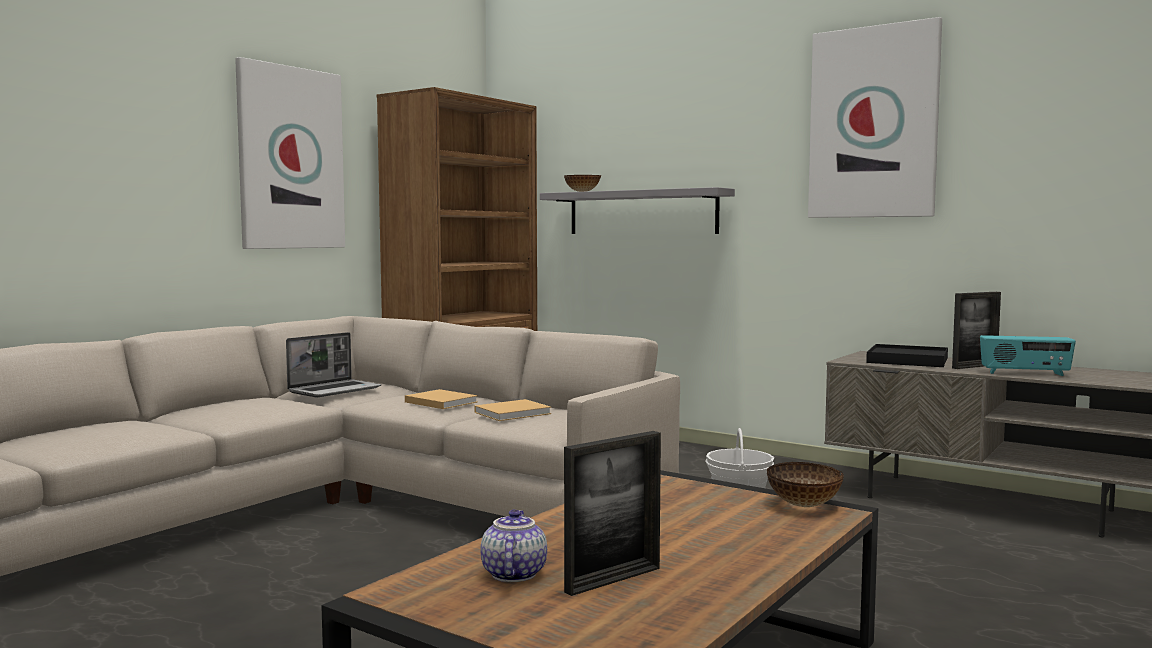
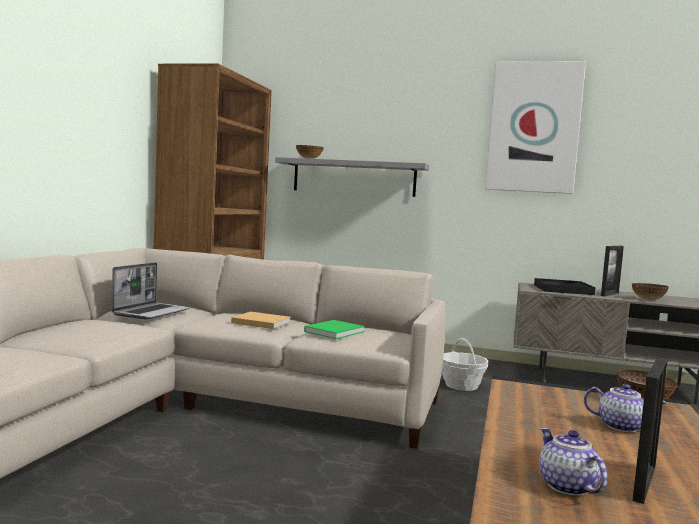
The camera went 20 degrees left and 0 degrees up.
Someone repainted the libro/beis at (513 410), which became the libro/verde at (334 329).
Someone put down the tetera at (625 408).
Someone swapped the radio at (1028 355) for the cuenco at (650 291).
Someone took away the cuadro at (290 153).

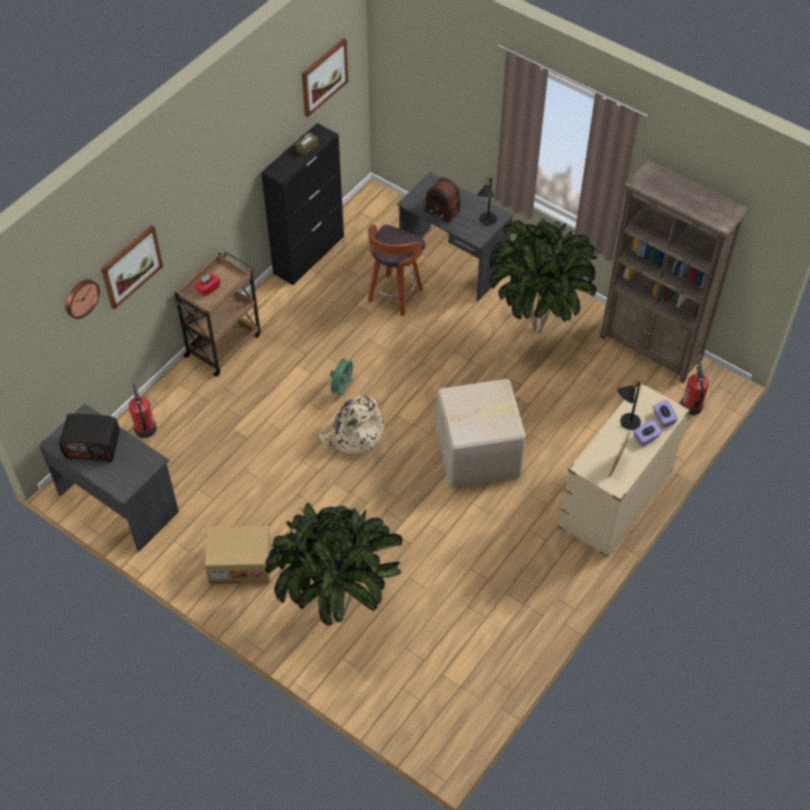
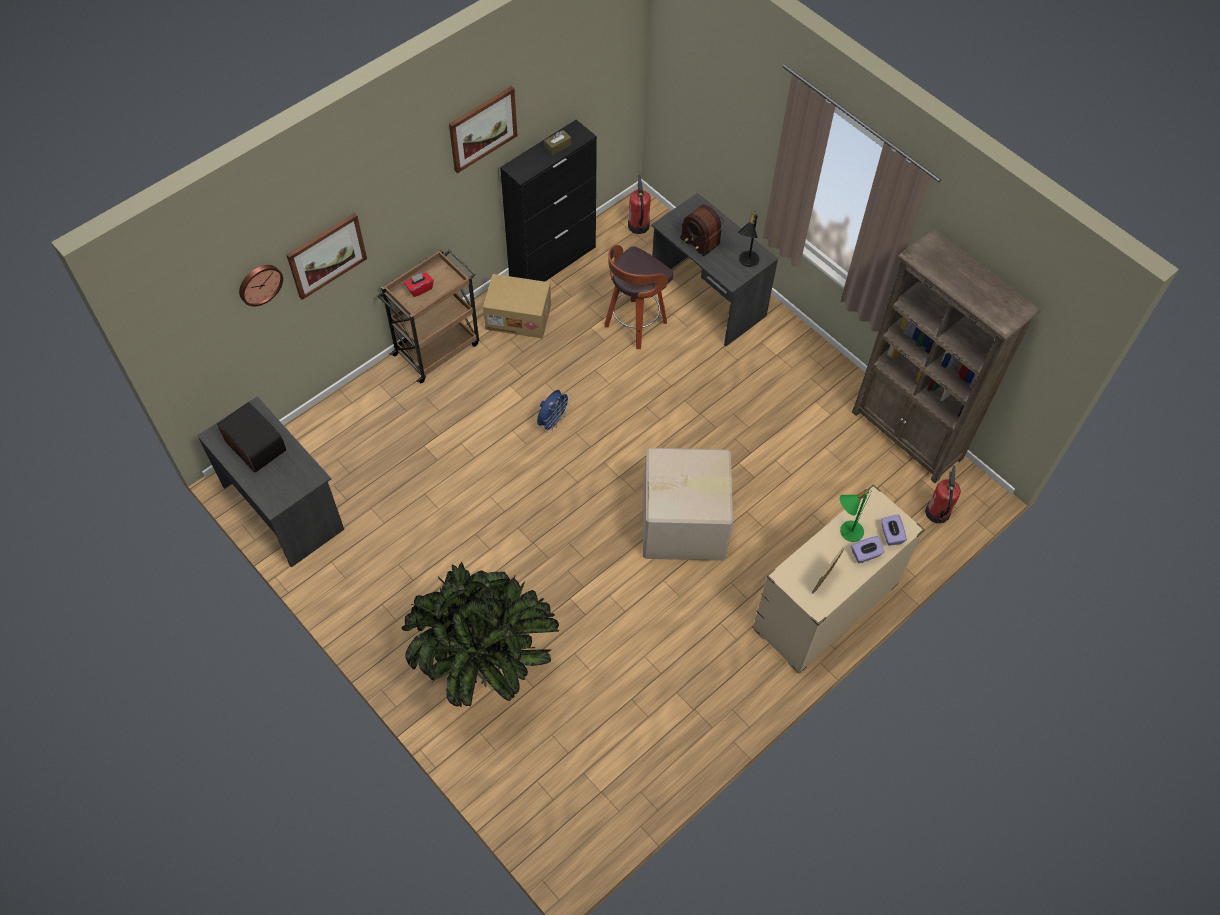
The camera went 10 degrees right and 5 degrees up.
Someone rotated the radio at (89 438) by 150 degrees counterclockwise.
Someone carried the cuadro from (325 77) to (483 129).
Someone carried the caja de cartón from (238 555) to (517 306).
Someone repainted the ventilador/verde at (343 378), which became the ventilador/azul at (554 411).
Someone carried the extintor from (143 410) to (639 204).
Someone repainted the lámpara de mesa/negro at (630 404), which became the lámpara de mesa/verde at (855 515).
Someone took away the mochila/beis at (351 426).
Someone took away the planta en maceta at (543 276).

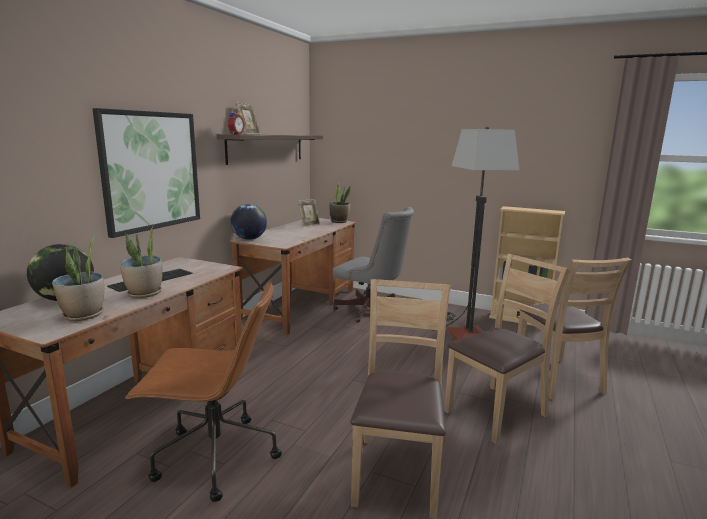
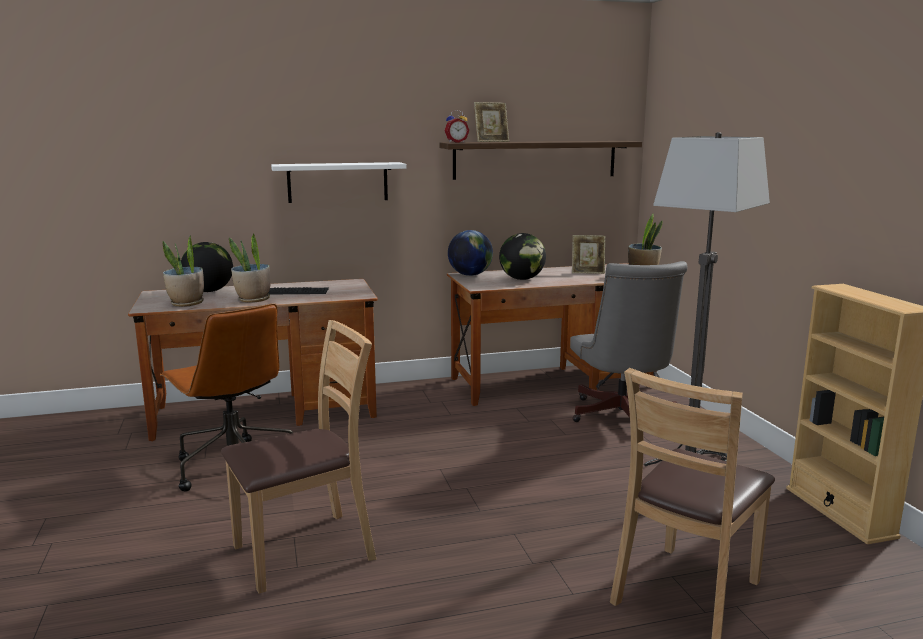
The camera went 50 degrees right and 0 degrees up.
Someone swapped the cuadro at (146 173) for the estante/blanco at (339 182).
Someone put down the globo terráqueo at (522 256).
Someone took away the silla/marrón at (507 349).

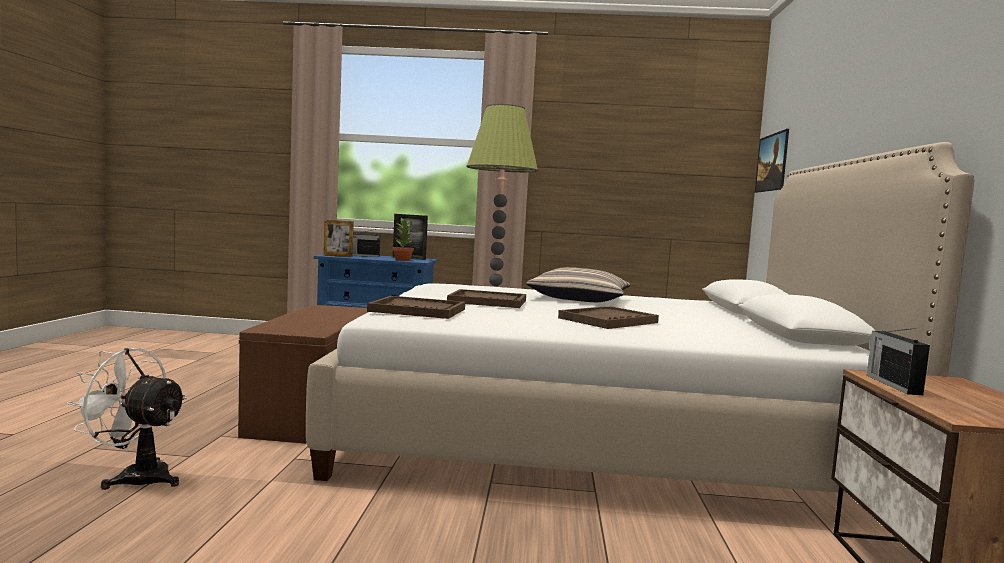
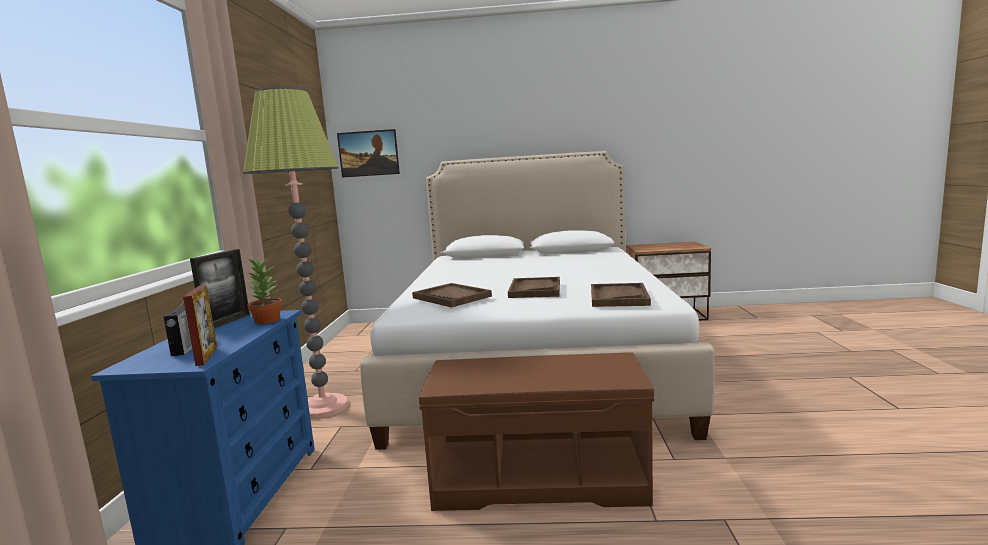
The camera went 90 degrees left and 5 degrees up.
Someone carried the bandeja/marrón from (608 317) to (452 295).
Someone took away the ventilador/blanco at (127 418).
Someone took away the cojín at (578 284).
Someone took away the radio at (898 361).

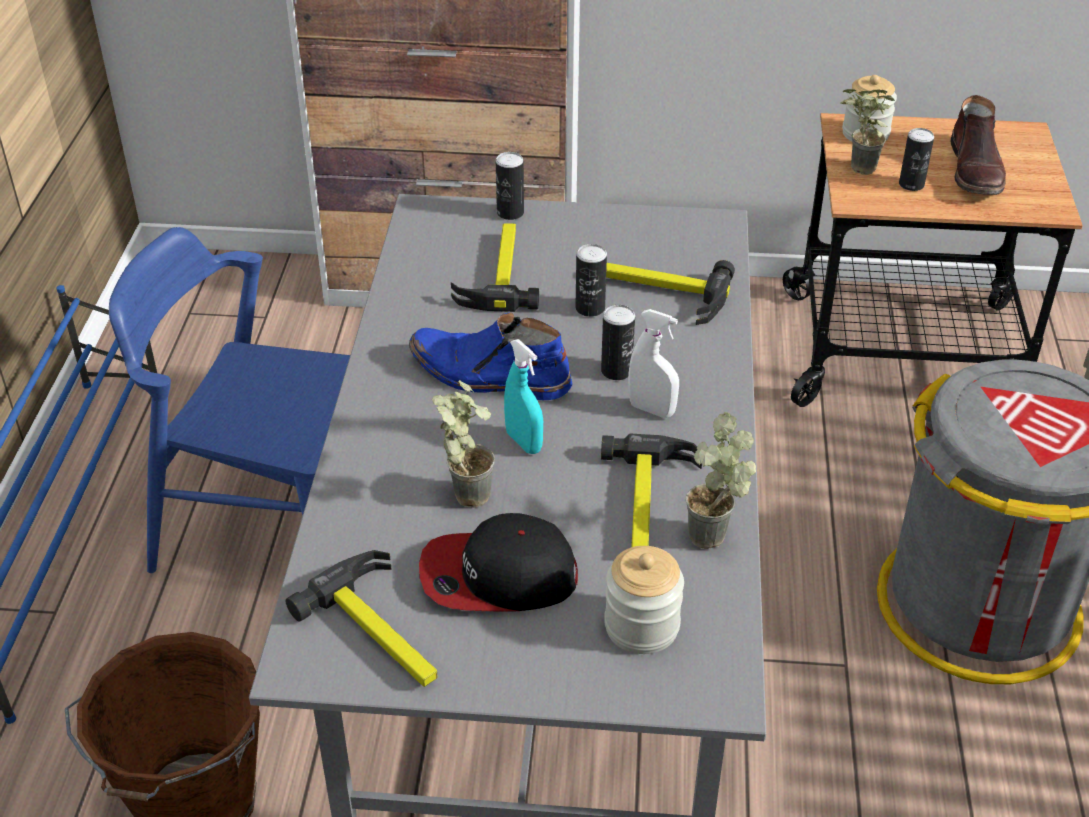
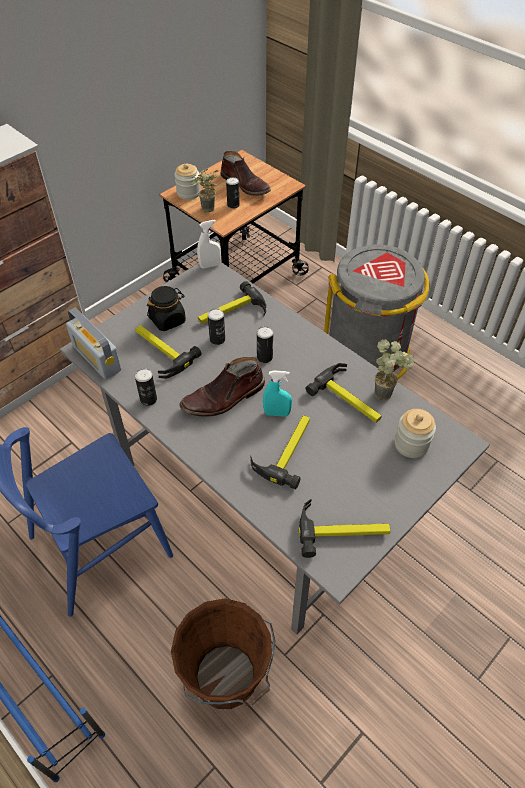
The camera went 50 degrees left and 10 degrees up.
Someone put down the radio at (93 343).
Someone carried the lata from (510 186) to (146 387).
Someone put down the tarro/negro at (166 308).
Someone repainted the bota/azul at (491 356), which became the bota/marrón at (222 387).
Someone carried the pulverizador/blanco from (653 363) to (209 244).
Someone swapped the planta en maceta at (463 444) for the martillo at (280 452).
Someone took away the gorra at (498 562).

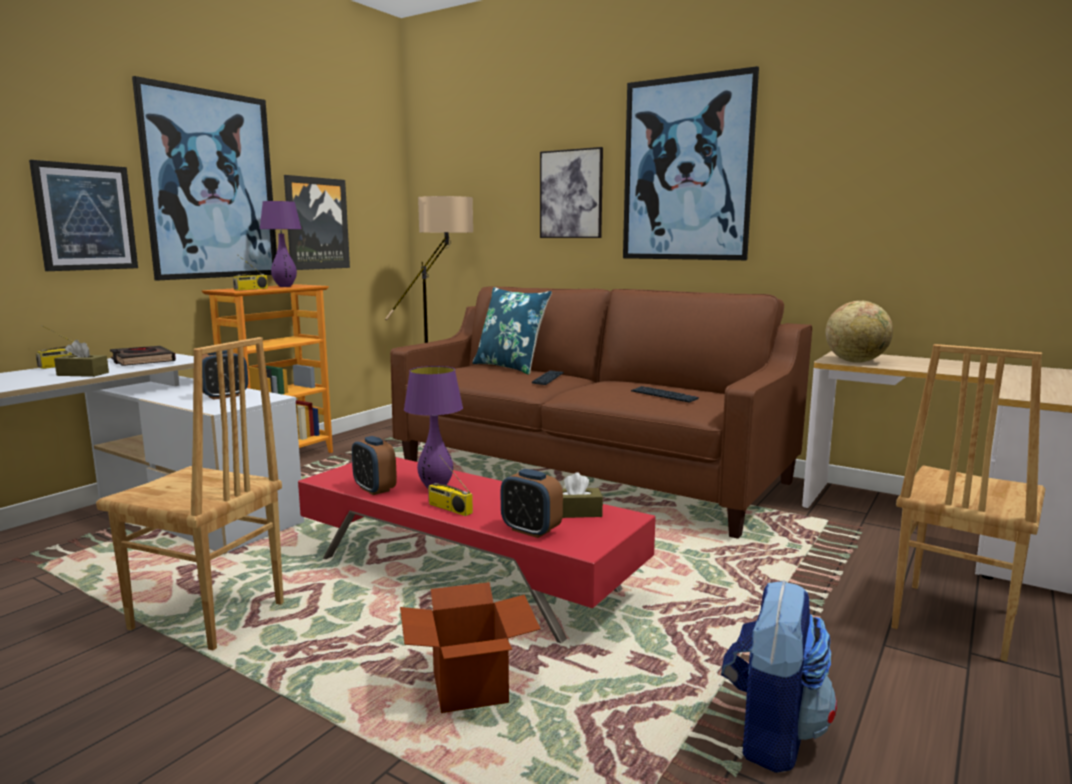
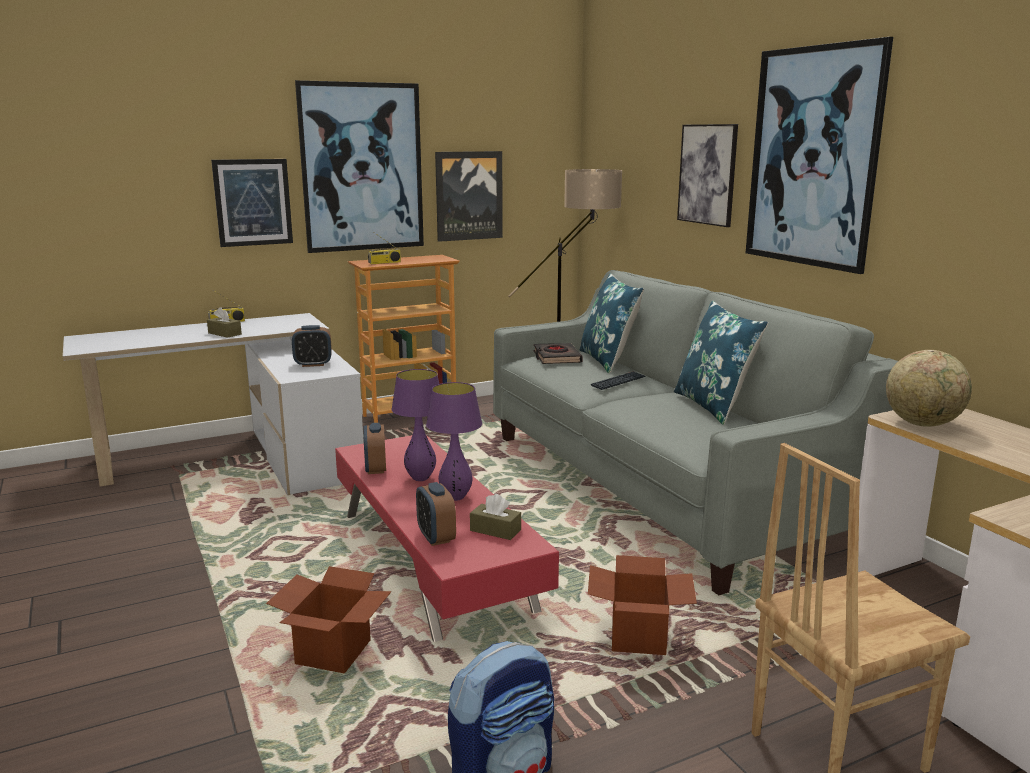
The camera went 30 degrees right and 5 degrees up.
Someone carried the lámpara de mesa/morado from (280 244) to (454 441).
Someone repainted the sofá/marrón at (601 412), which became the sofá/gris at (695 432).
Someone carried the libro/negro from (143 356) to (558 353).
Someone put down the caja de cartón at (642 605).
Someone put down the cojín/azul at (721 363).
Someone took away the silla/marrón at (190 494).
Someone took away the radio at (450 485).
Someone took away the teclado at (665 394).

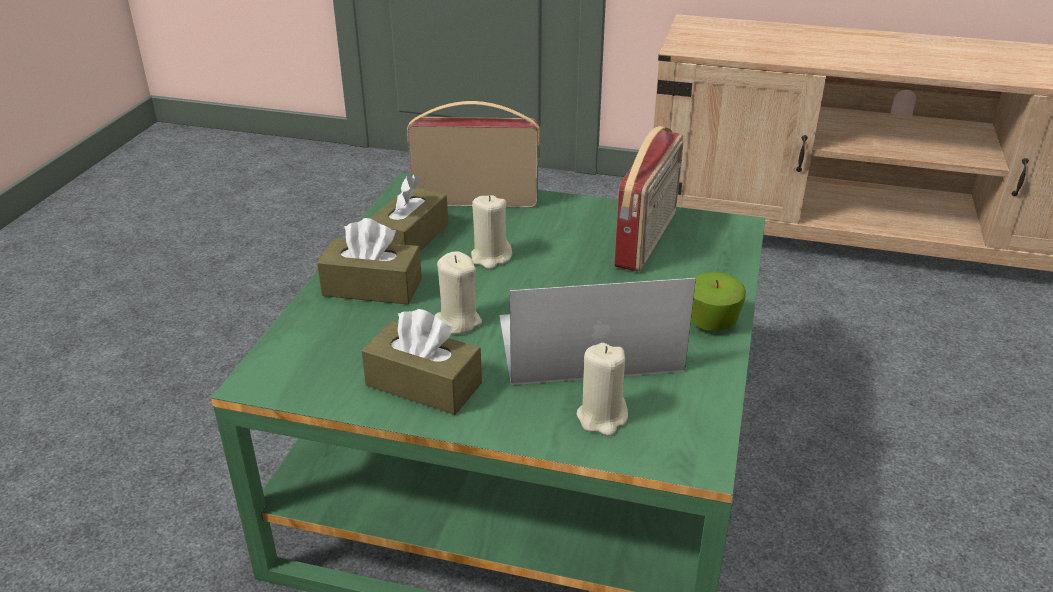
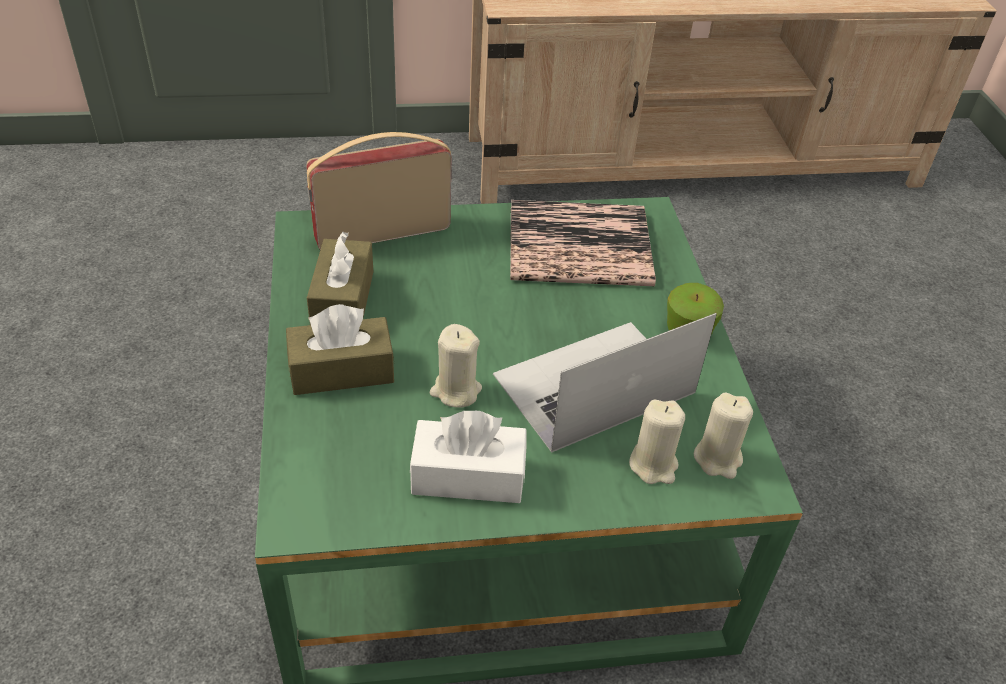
The camera went 25 degrees left and 10 degrees up.
Someone repainted the caja de pañuelos/marrón at (421 362), which became the caja de pañuelos/blanco at (468 457).
Someone swapped the radio at (649 198) for the libro at (583 243).
Someone carried the vela/beis from (491 232) to (723 436).

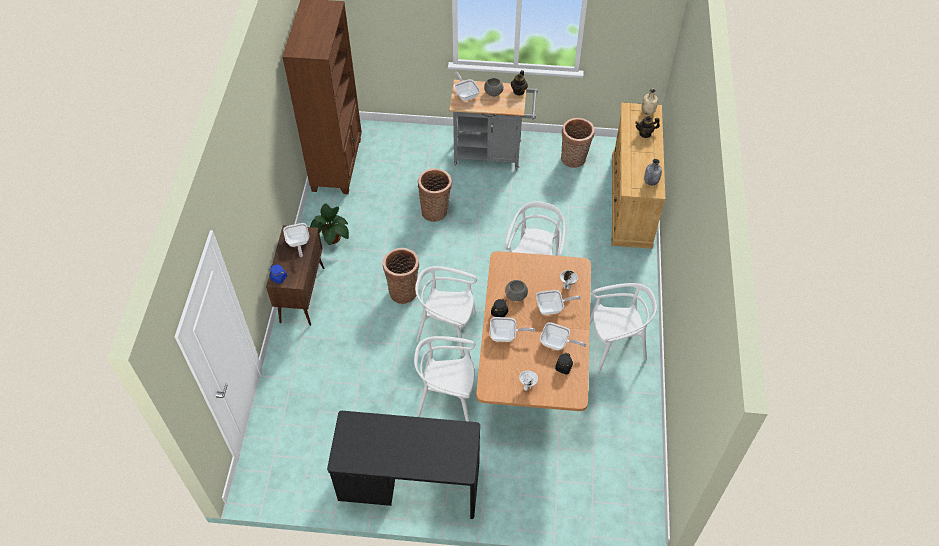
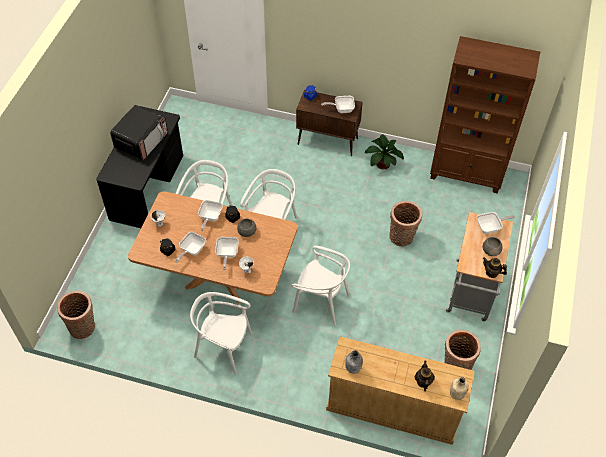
The camera went 100 degrees right and 0 degrees up.
Someone carried the cesta from (401 276) to (76 315).
Someone put down the microondas at (139 132).
Someone rotated the silla/blanco at (623 327) by 105 degrees clockwise.

